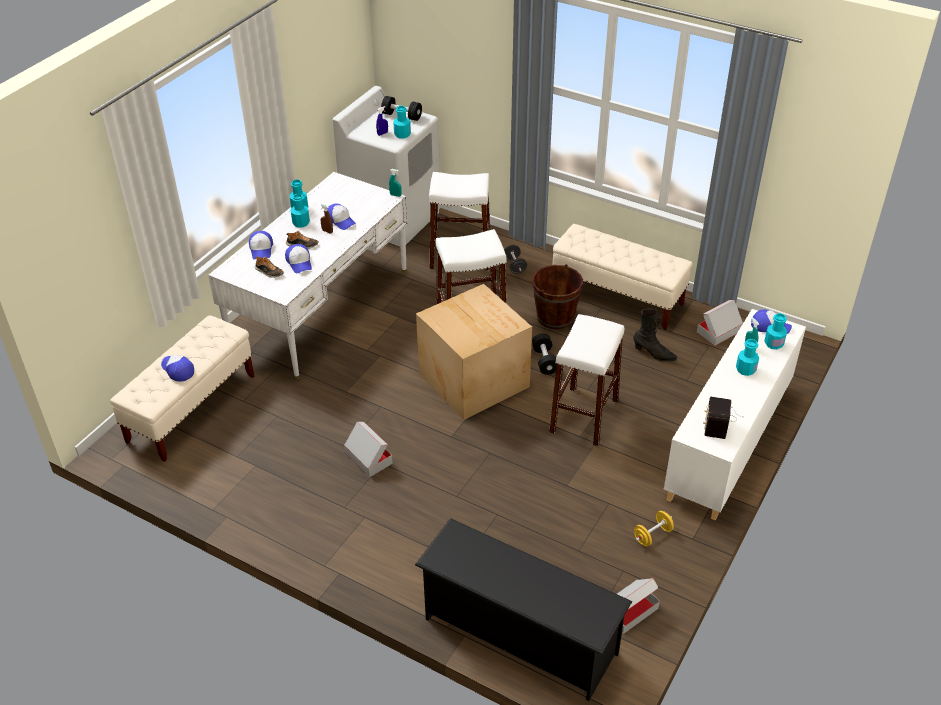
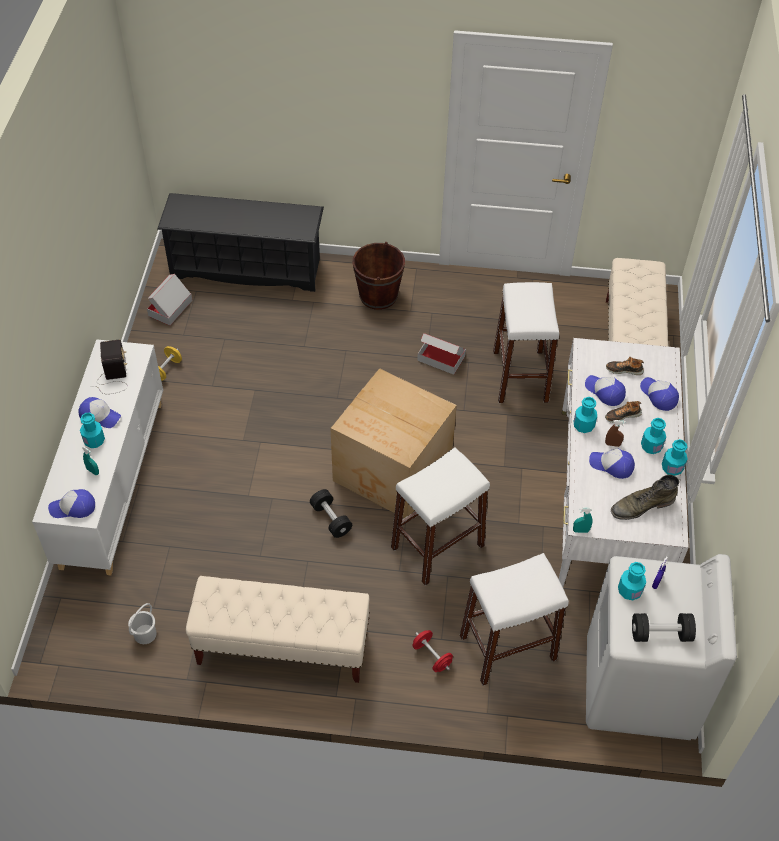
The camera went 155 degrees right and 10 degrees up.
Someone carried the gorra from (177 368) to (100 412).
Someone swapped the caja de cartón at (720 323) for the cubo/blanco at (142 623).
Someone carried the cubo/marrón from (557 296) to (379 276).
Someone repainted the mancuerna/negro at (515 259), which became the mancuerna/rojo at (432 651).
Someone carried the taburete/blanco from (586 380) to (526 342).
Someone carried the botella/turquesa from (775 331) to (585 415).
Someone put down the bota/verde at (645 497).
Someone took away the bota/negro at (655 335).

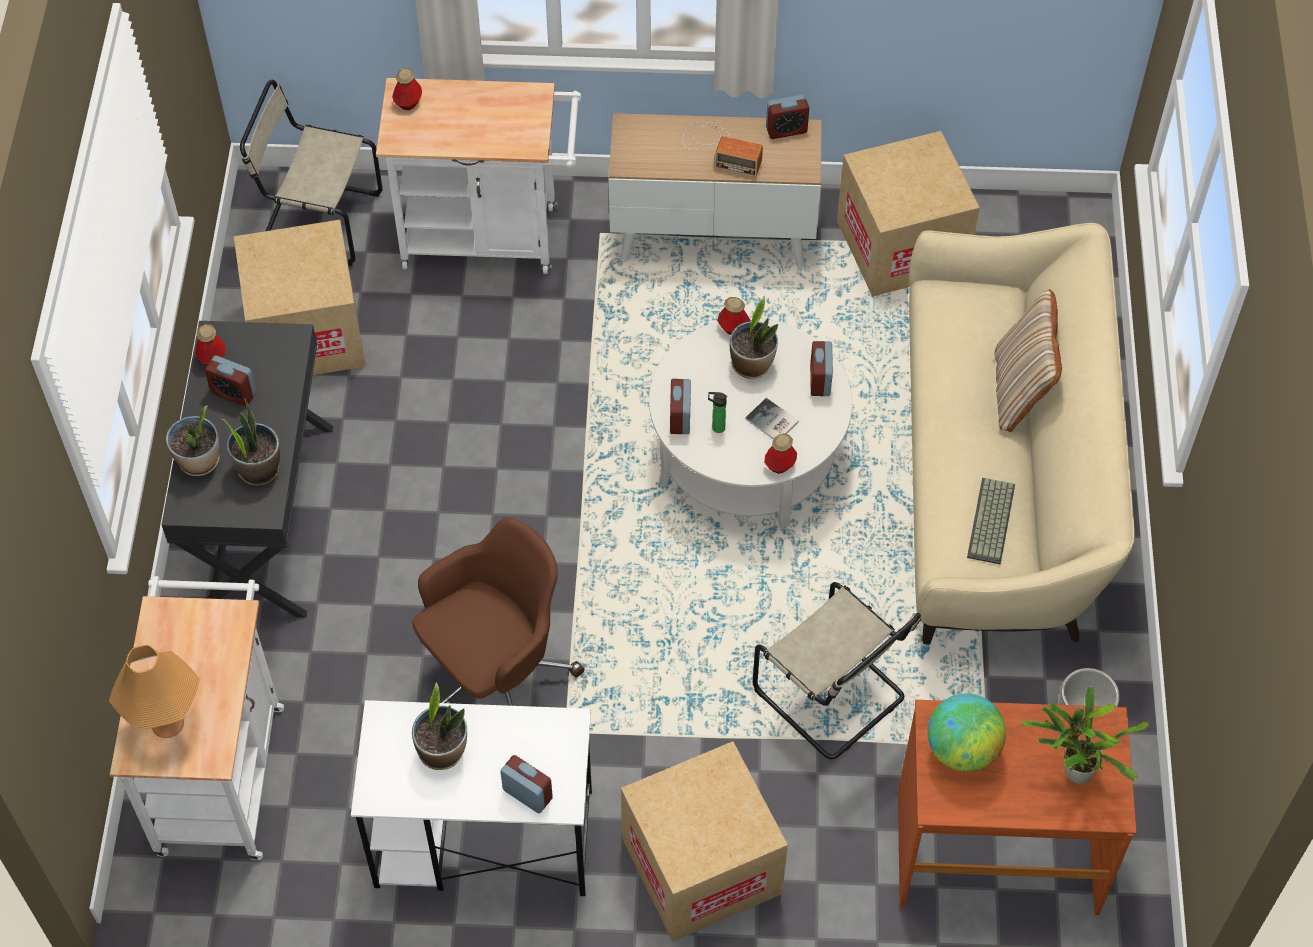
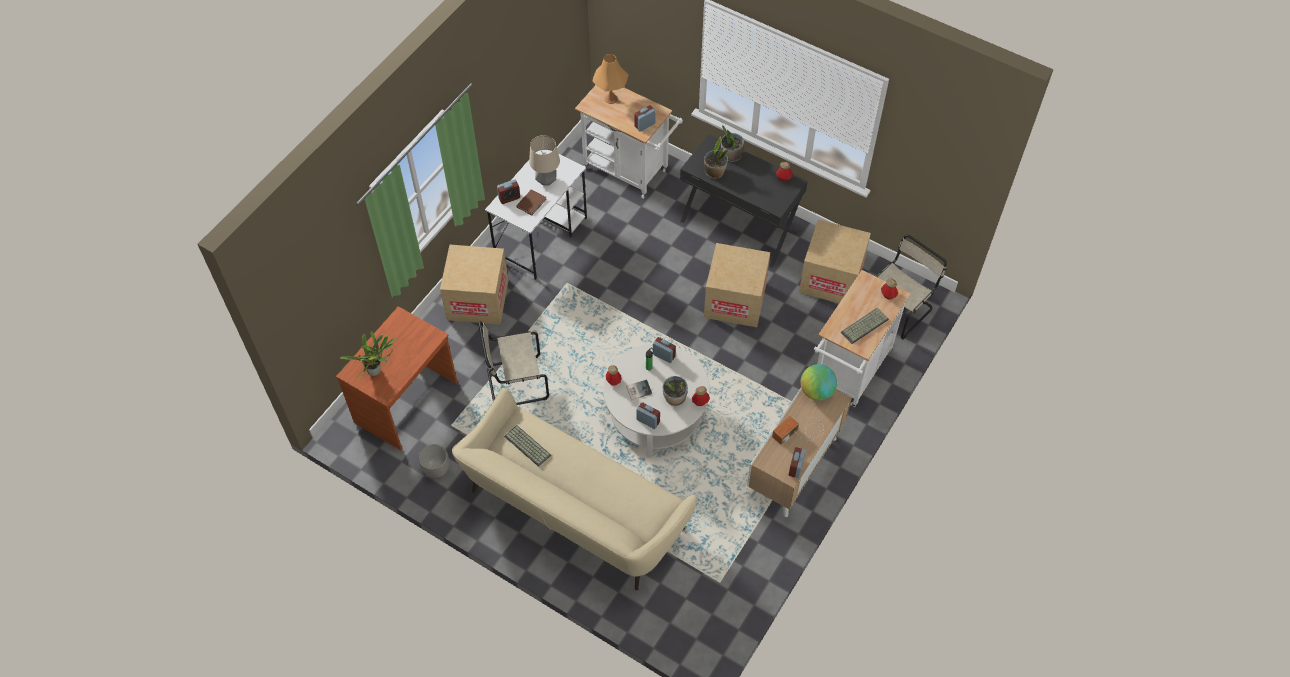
The camera went 120 degrees right and 0 degrees up.
Someone put down the libro/marrón at (531 202).
Someone swapped the planta en maceta at (439 726) for the lámpara de mesa at (544 160).
Someone carried the despertador from (231 380) to (645 118).
Someone carried the caja de cartón from (908 214) to (737 285).
Someone carried the globo terráqueo from (966 733) to (818 382).
Someone put down the teclado at (865 326).
Someone took away the silla de oficina/marrón at (499 612).
Someone took away the cojín/beis at (1028 360).

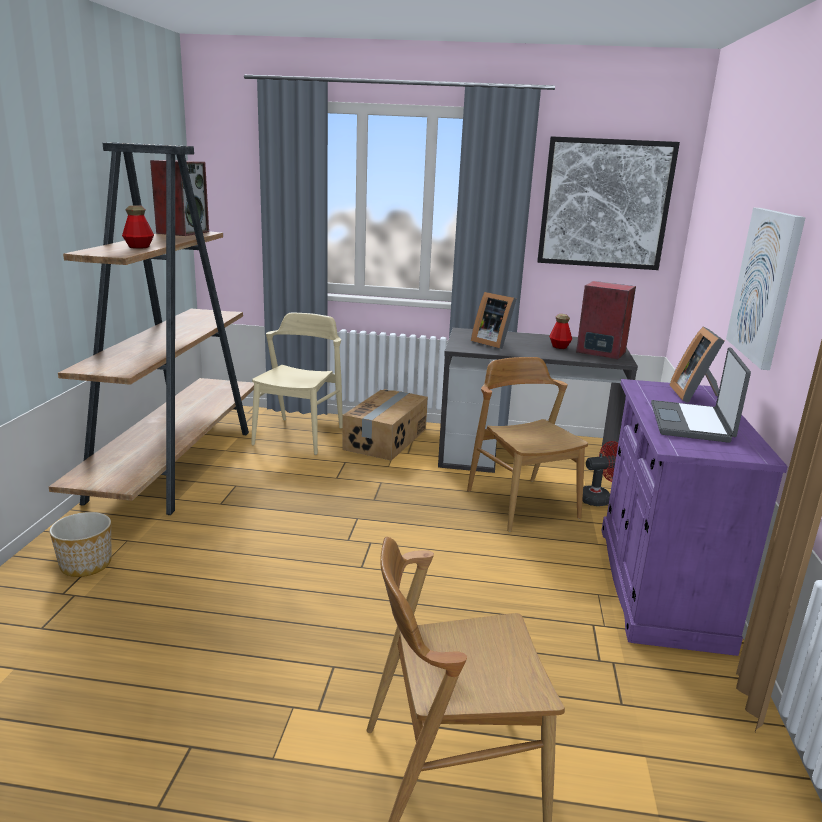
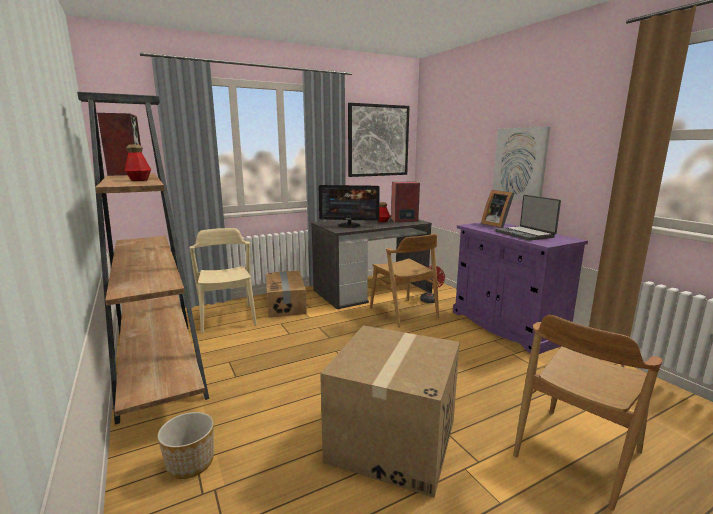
The camera went 35 degrees left and 5 degrees down.
Someone swapped the portarretratos at (493 320) for the monitor at (349 206).
Someone put down the caja de cartón at (390 411).
Someone rotated the silla/marrón at (527 444) by 150 degrees counterclockwise.

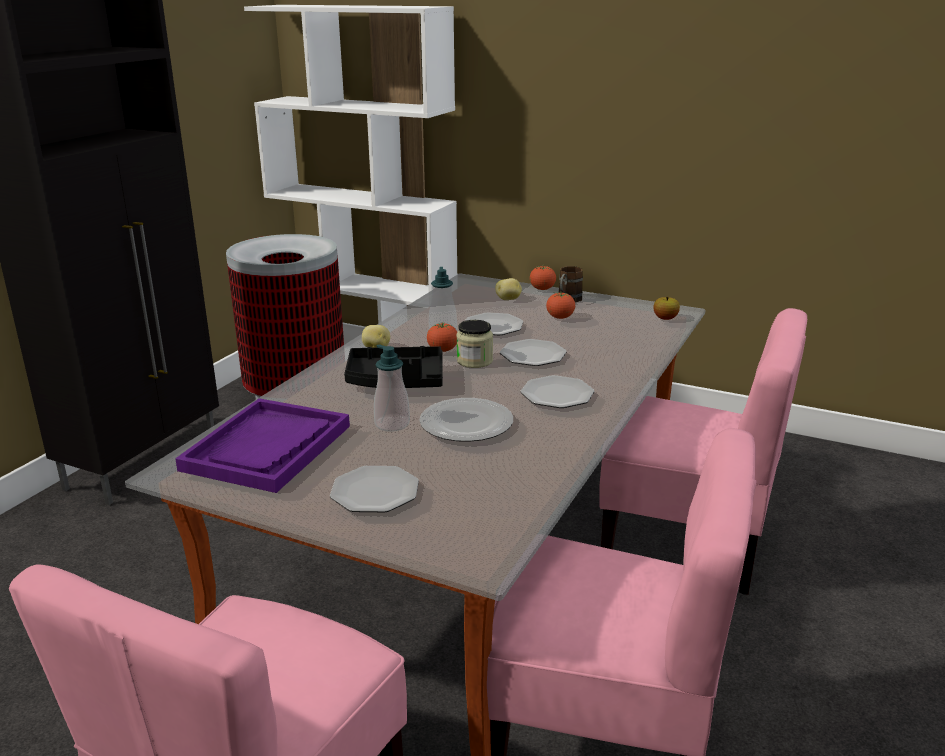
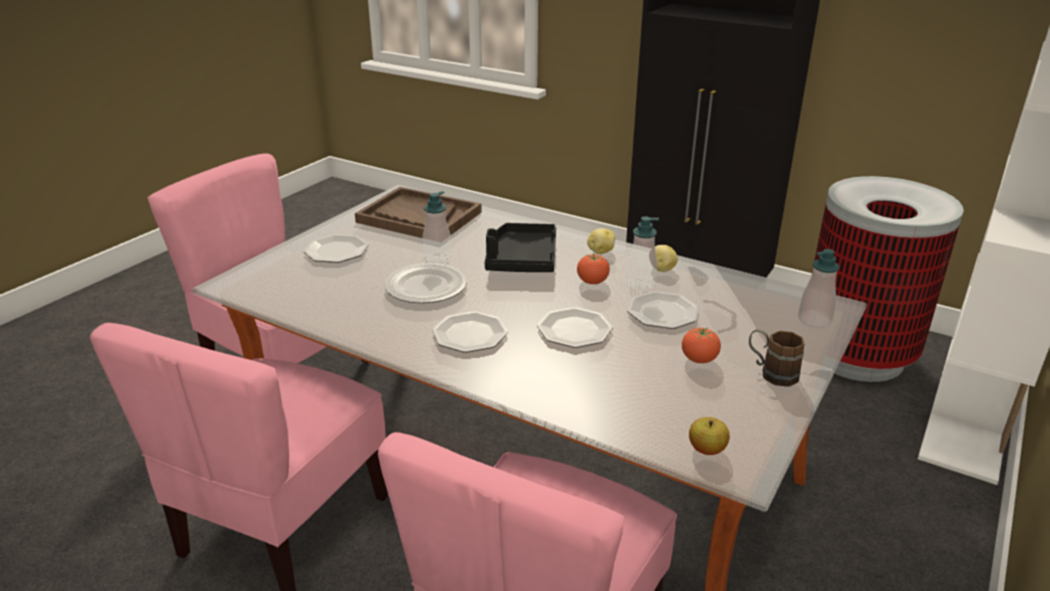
The camera went 95 degrees right and 5 degrees up.
Someone repainted the bandeja/morado at (262 445), which became the bandeja/marrón at (418 212).
Someone carried the patata from (508 289) to (666 258).
Someone put down the dispensador de jabón at (819 288).
Someone took away the tarro at (474 344).
Someone took away the tomate at (543 278).

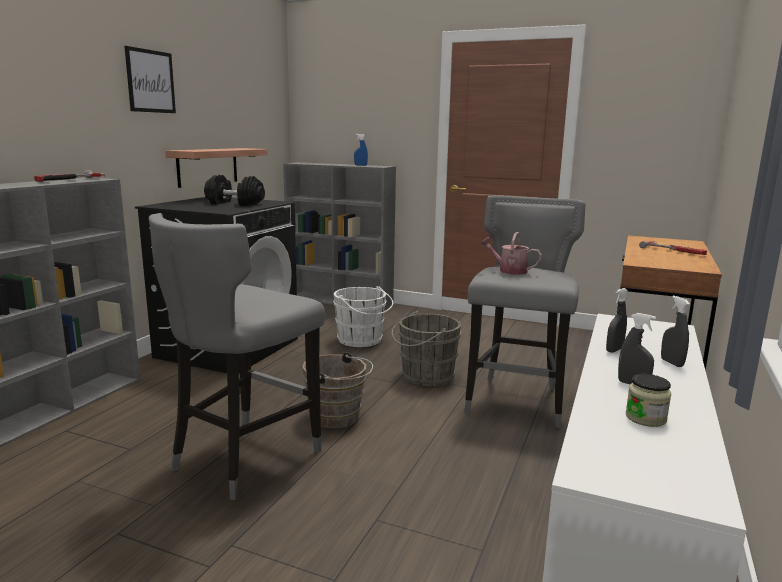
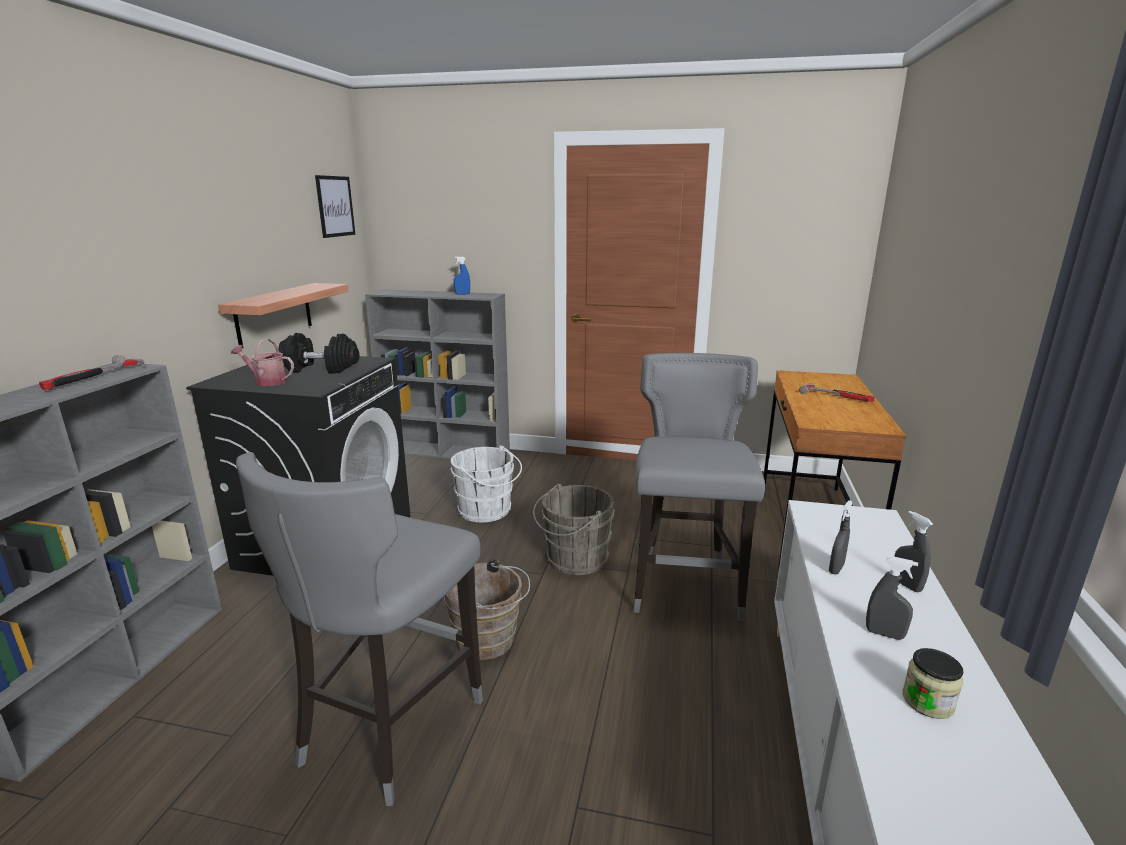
The camera went 10 degrees left and 5 degrees up.
Someone carried the regadera from (511 253) to (262 362).
Someone carried the cuadro from (150 79) to (335 206).

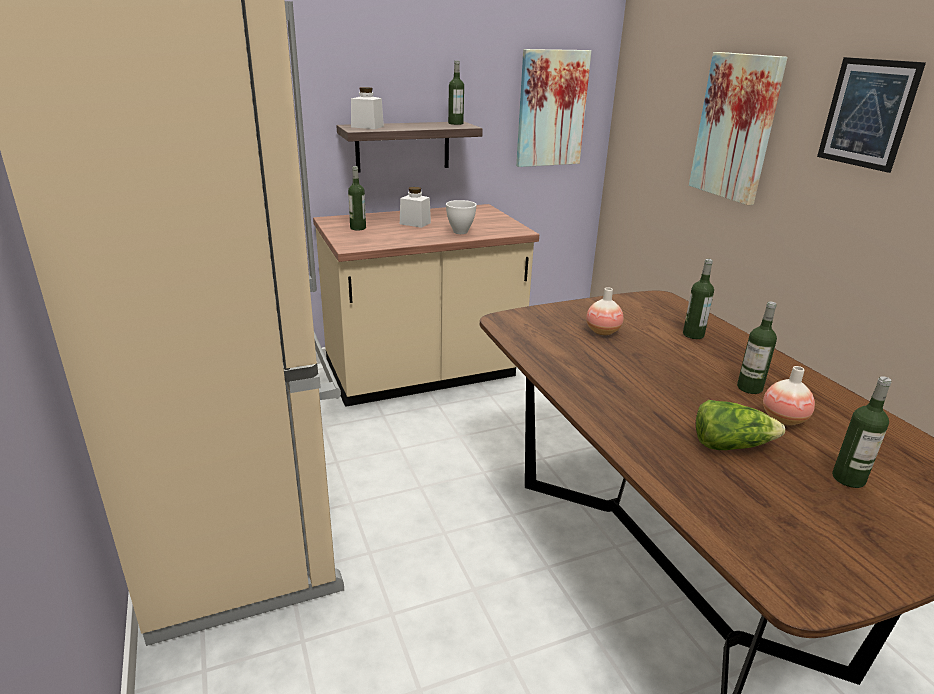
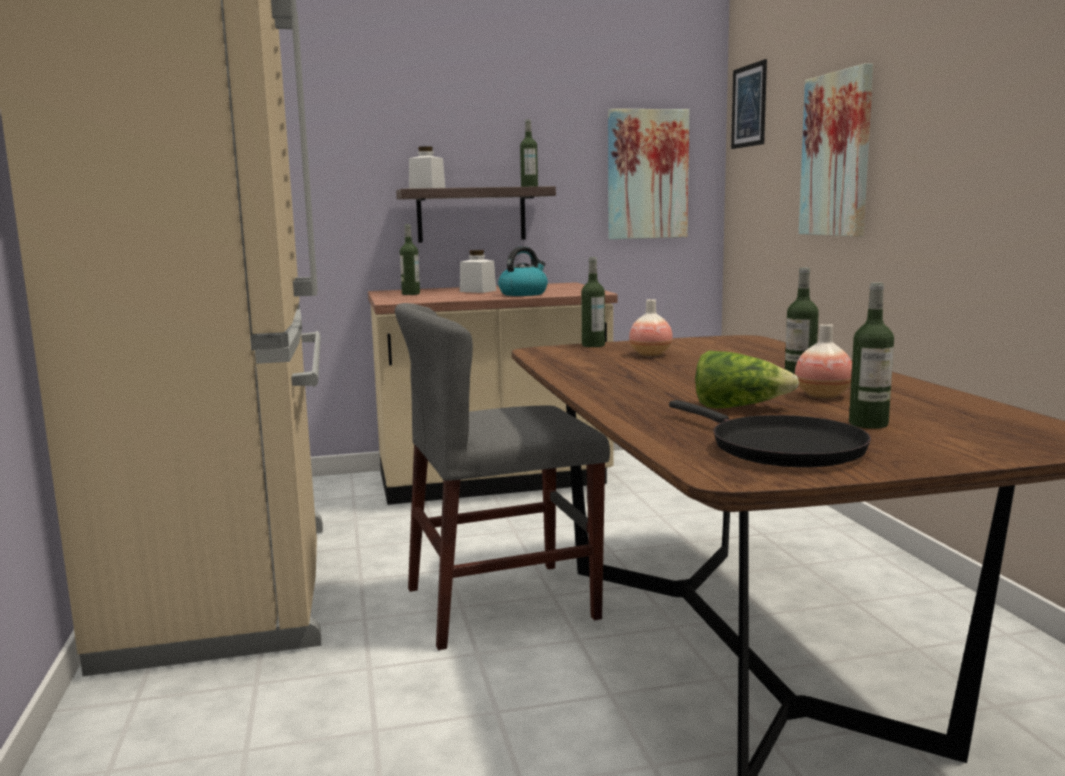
The camera went 10 degrees right and 15 degrees down.
Someone put down the silla/gris at (502 476).
Someone swapped the cuenco/blanco at (461 217) for the hervidor at (523 271).
Someone carried the botella from (698 299) to (593 302).
Someone put down the sartén/negro at (770 433).
Someone carried the cuadro from (871 115) to (749 104).

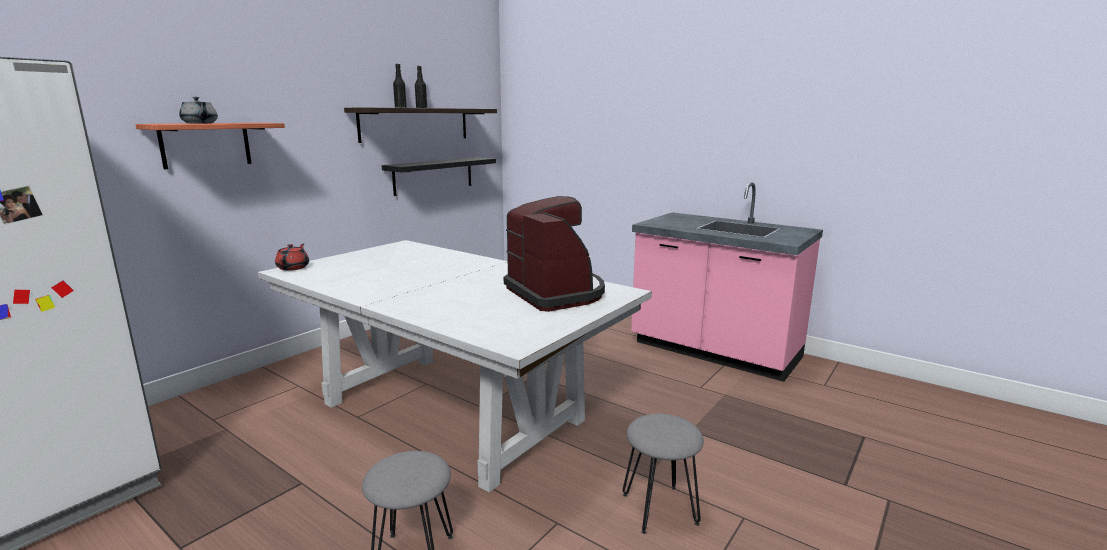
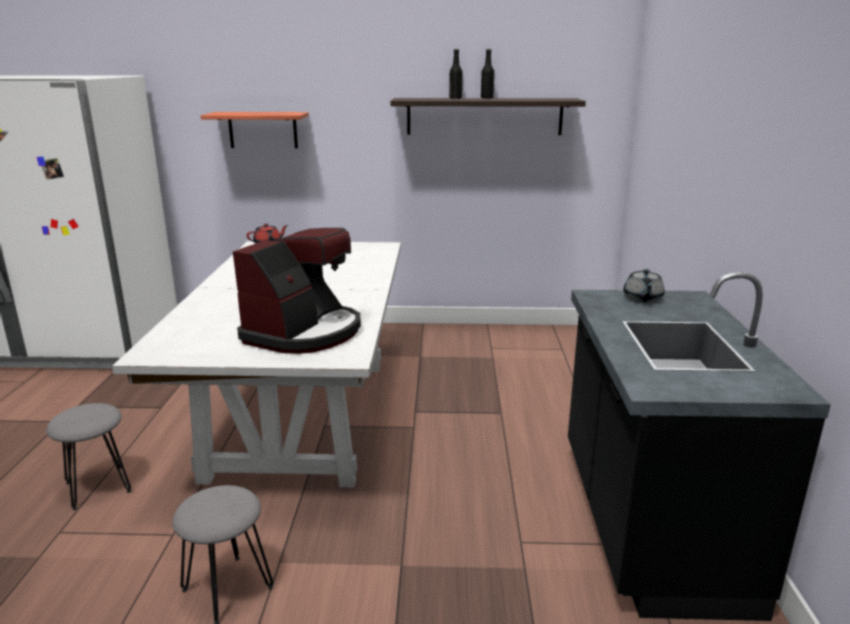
The camera went 55 degrees right and 5 degrees up.
Someone repainted the mueble bajo de cocina/rosa at (727 282), which became the mueble bajo de cocina/negro at (699 446).
Someone carried the tetera/gris from (198 110) to (644 286).
Someone took away the estante/negro at (439 176).

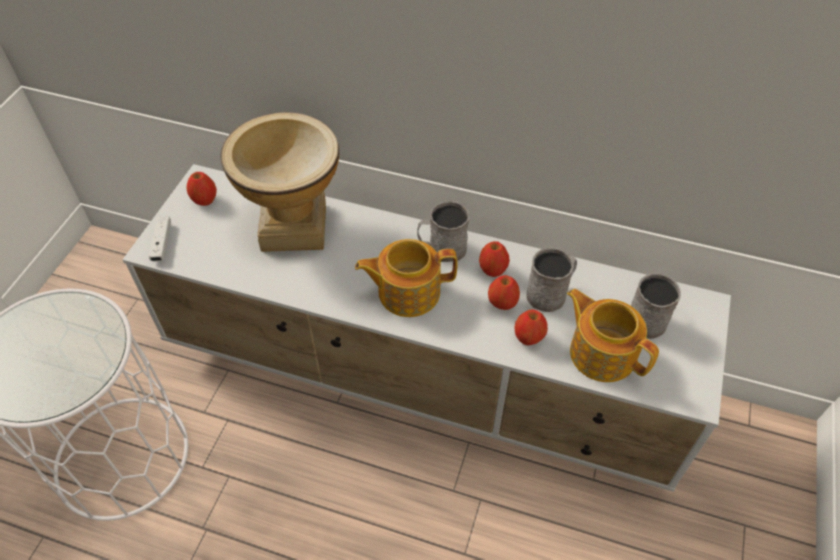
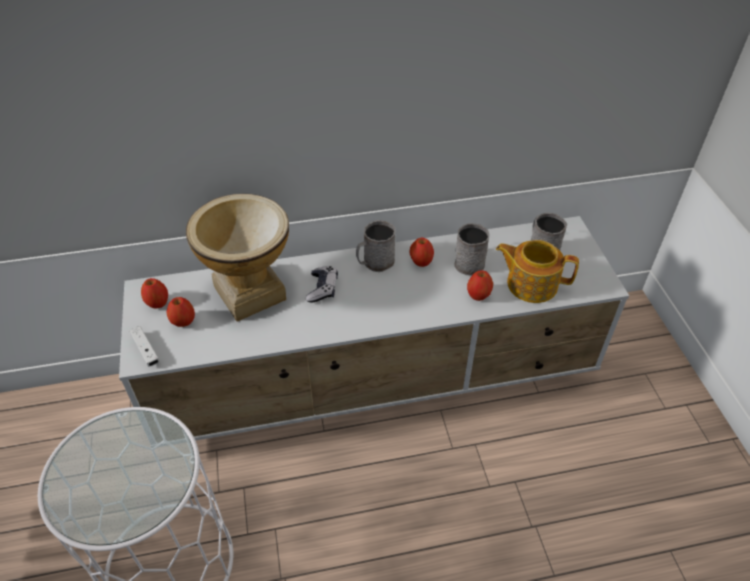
The camera went 30 degrees left and 5 degrees down.
Someone carried the manzana from (504 292) to (181 312).
Someone put down the mando de consola at (322 284).
Someone took away the tetera at (406 278).

